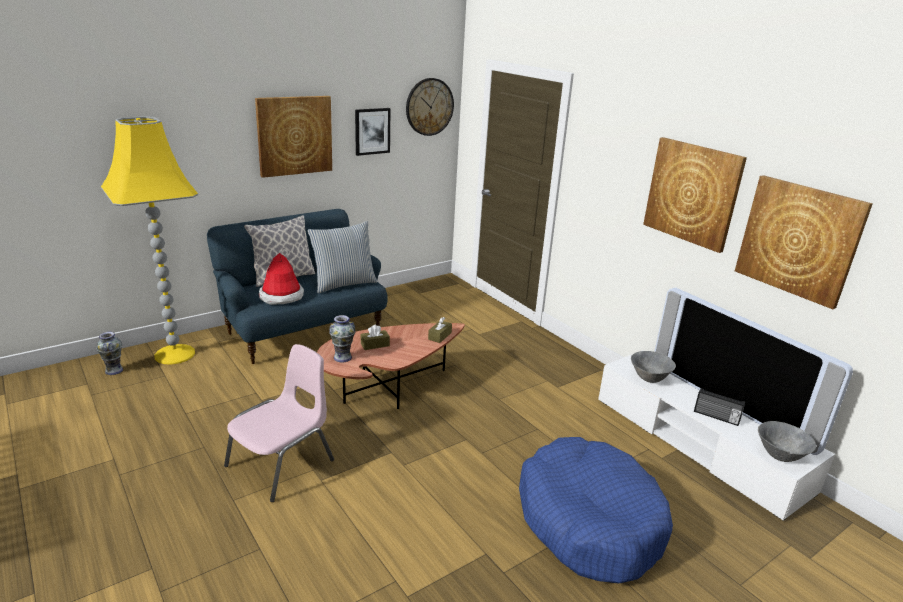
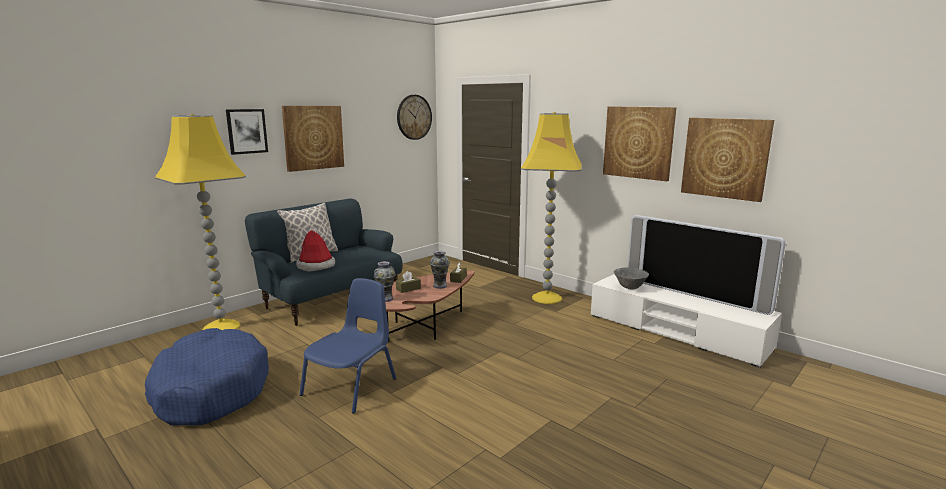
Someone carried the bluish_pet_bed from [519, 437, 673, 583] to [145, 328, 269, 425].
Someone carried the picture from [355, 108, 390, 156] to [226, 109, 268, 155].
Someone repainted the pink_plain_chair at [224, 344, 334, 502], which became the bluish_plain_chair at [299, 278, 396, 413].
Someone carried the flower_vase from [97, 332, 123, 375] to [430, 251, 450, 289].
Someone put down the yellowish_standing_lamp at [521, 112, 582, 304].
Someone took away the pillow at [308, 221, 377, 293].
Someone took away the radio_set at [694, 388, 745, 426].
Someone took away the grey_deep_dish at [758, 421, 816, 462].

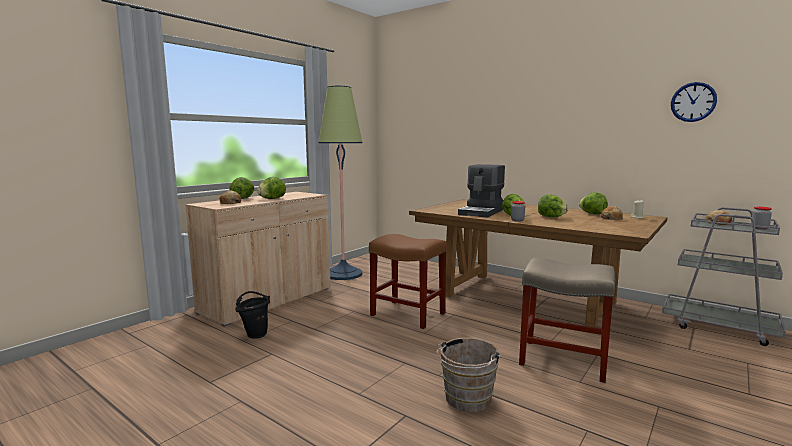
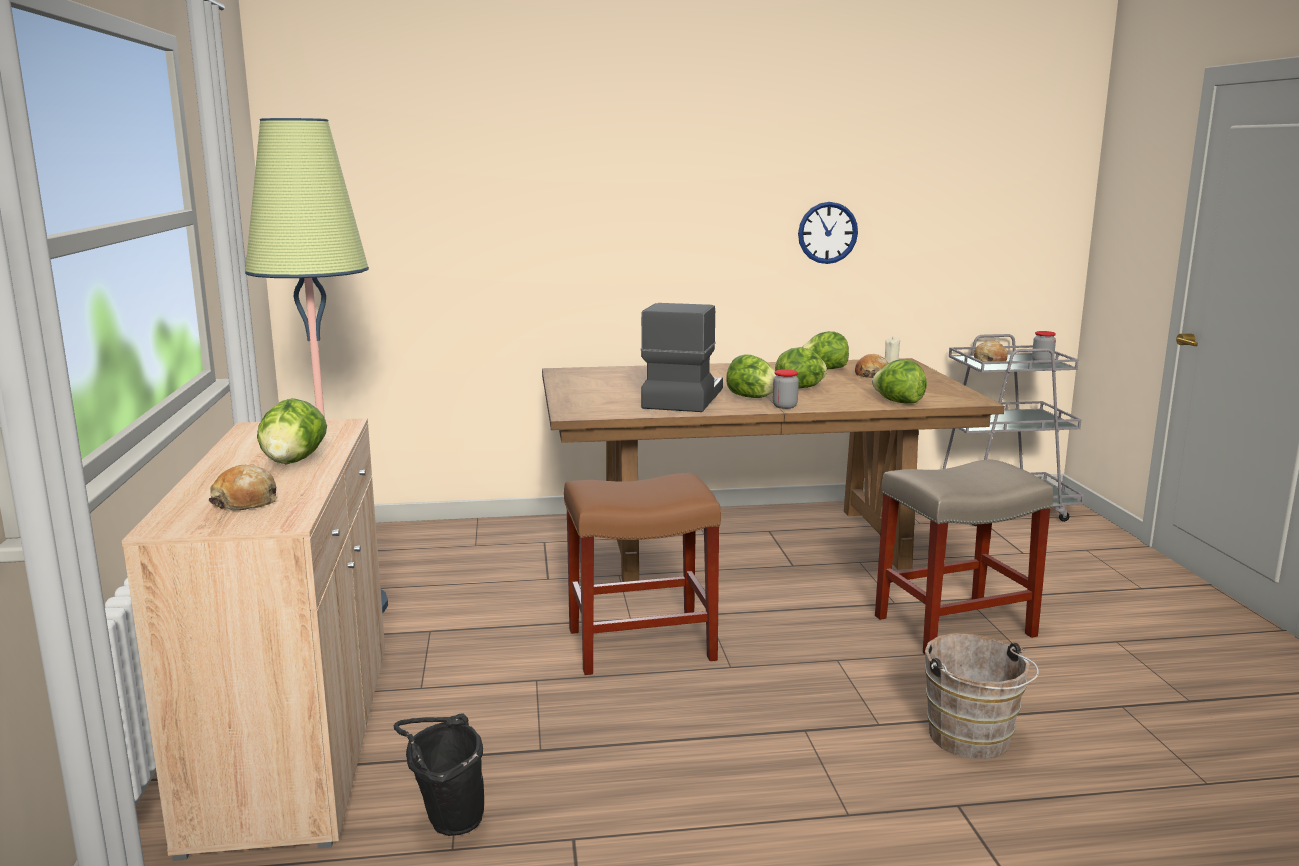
Someone rotated the coffee_maker at [458, 164, 505, 218] by 150 degrees counterclockwise.
Someone carried the hanging_clock from [671, 82, 717, 122] to [798, 202, 858, 264].
Someone carried the lettuce_head from [229, 177, 254, 199] to [872, 359, 927, 403].

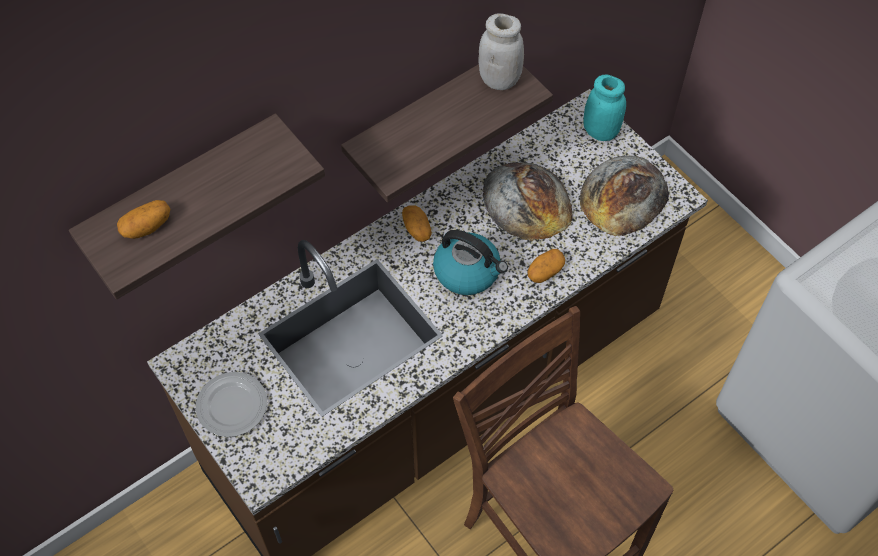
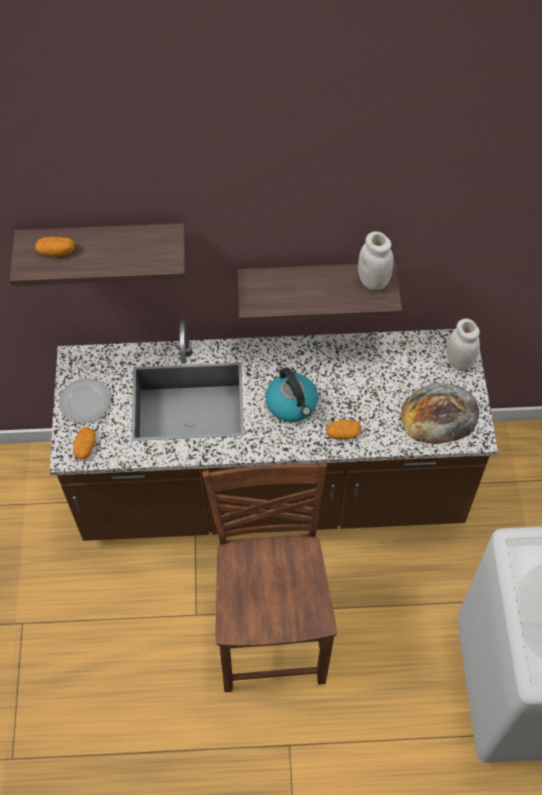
Someone carried the potato from [402, 205, 432, 242] to [73, 427, 96, 460].
Someone repainted the turquoise_storage_jar at [583, 75, 626, 141], which became the white_storage_jar at [446, 318, 480, 371].
Someone took away the bakery_bread at [483, 162, 573, 241].

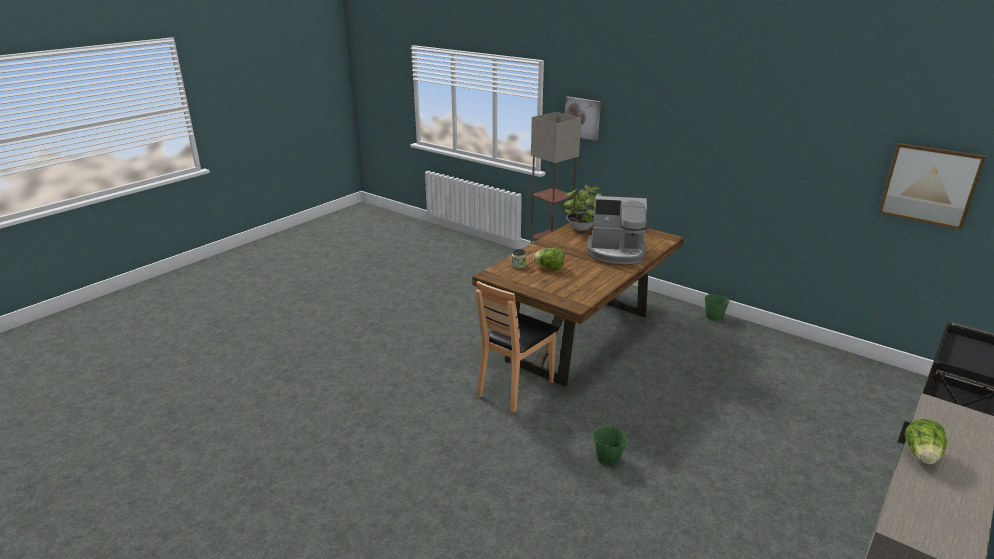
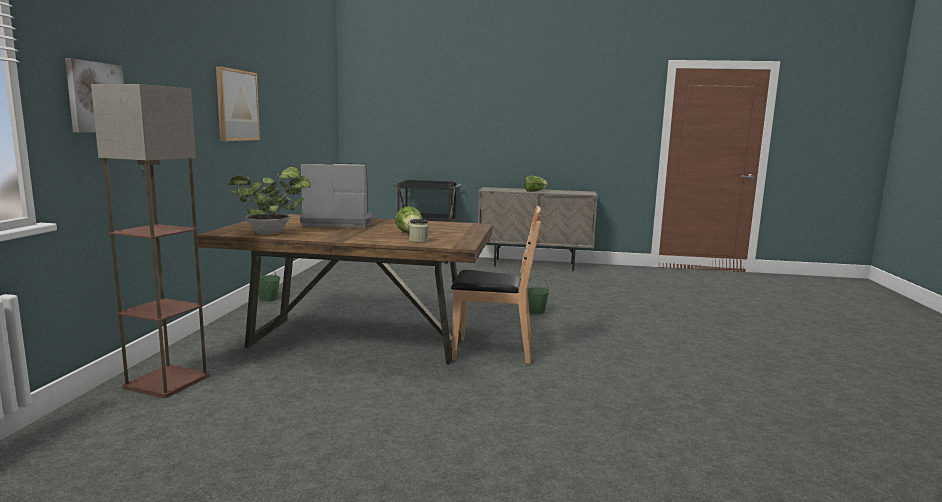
Someone carried the picture from [879, 143, 986, 230] to [216, 66, 260, 141].
Someone rotated the coffee_maker at [587, 196, 647, 264] by 75 degrees counterclockwise.

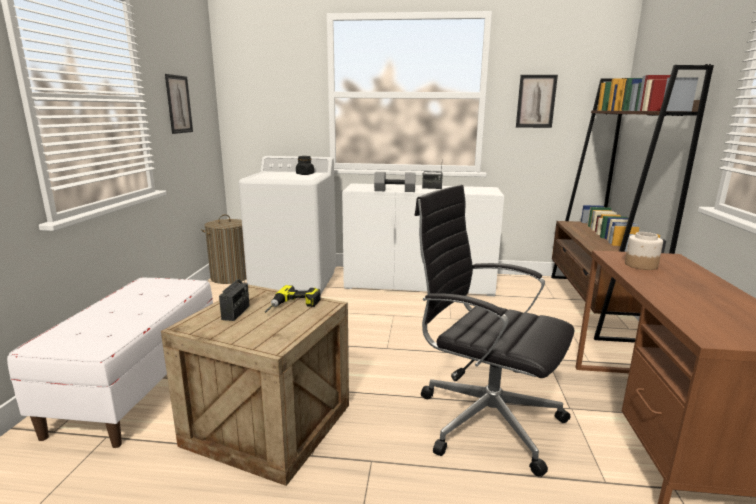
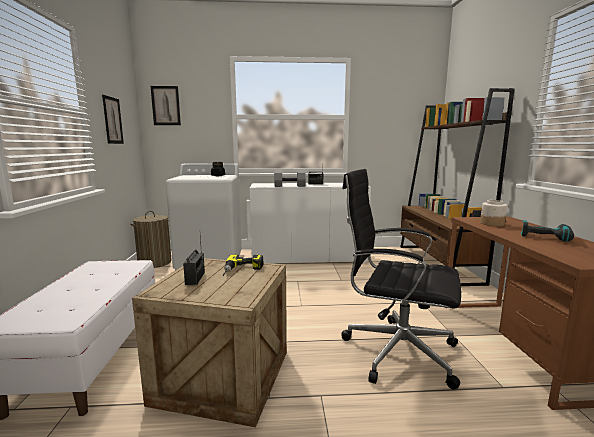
Someone carried the picture from [516, 75, 558, 128] to [151, 86, 181, 125].
Someone put down the drill at [521, 220, 574, 242].

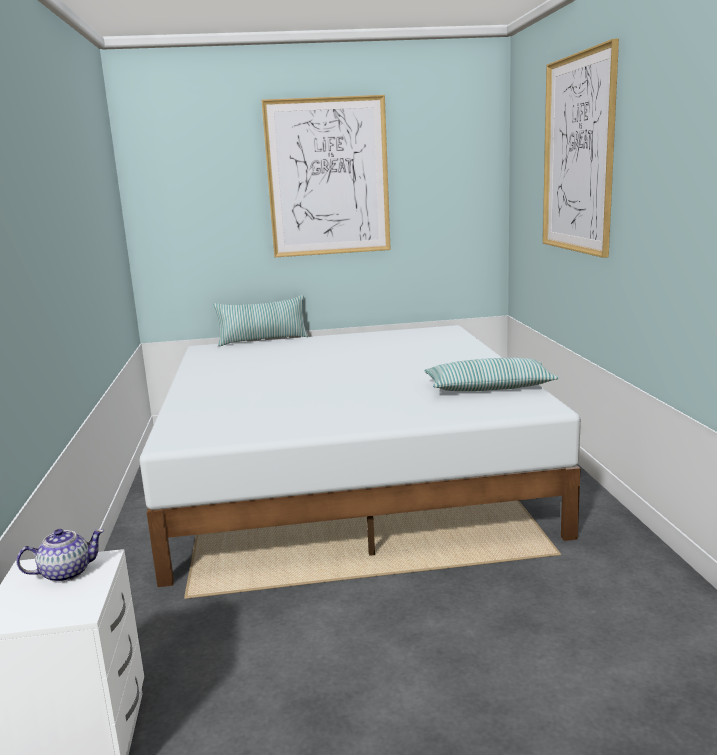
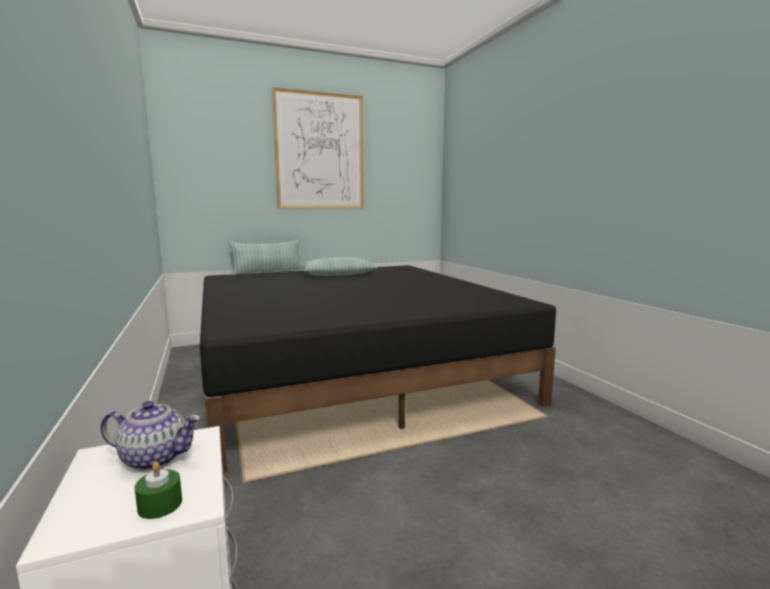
Someone rotated the tea_pot at [16, 529, 104, 582] by 45 degrees clockwise.
Someone put down the green_wax_light at [134, 461, 182, 519].
Someone repainted the white_bed at [139, 325, 581, 587], which became the black-coloured_bed at [200, 265, 556, 472].
Someone carried the pillow from [424, 358, 559, 392] to [300, 257, 378, 276].
Someone took away the picture at [543, 39, 619, 258].

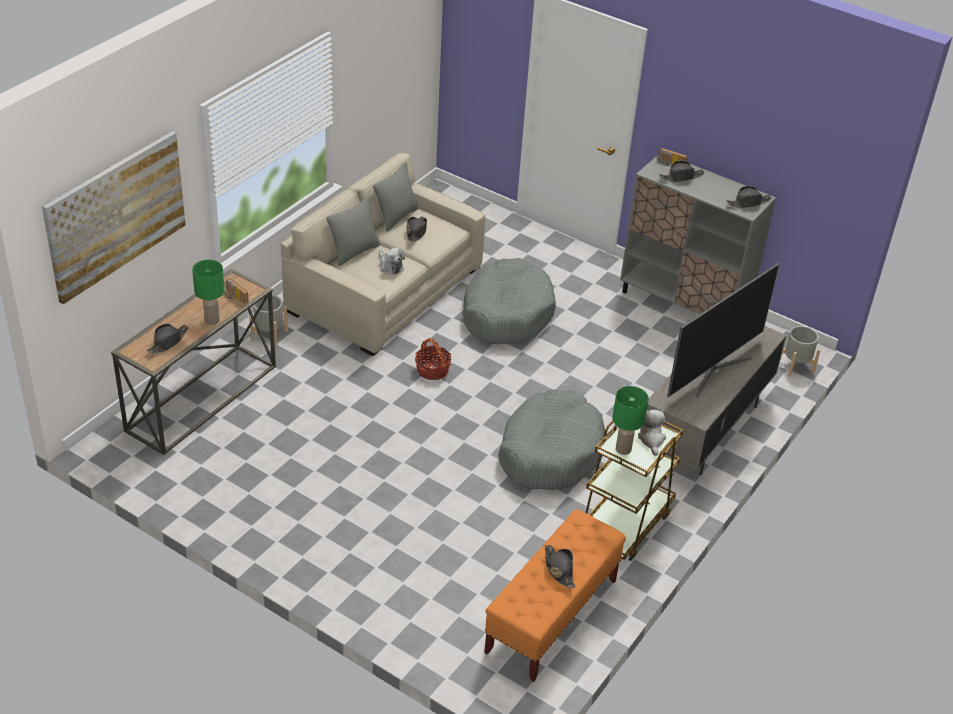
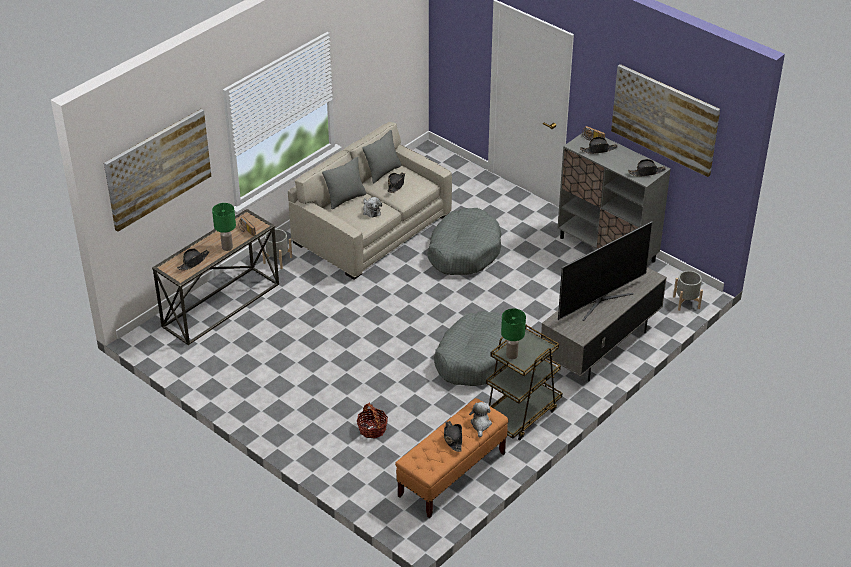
Someone carried the basket from [415, 338, 451, 380] to [357, 403, 388, 439].
Someone carried the plush_toy from [638, 409, 666, 456] to [469, 402, 492, 438].
Someone put up the picture at [611, 64, 720, 177].

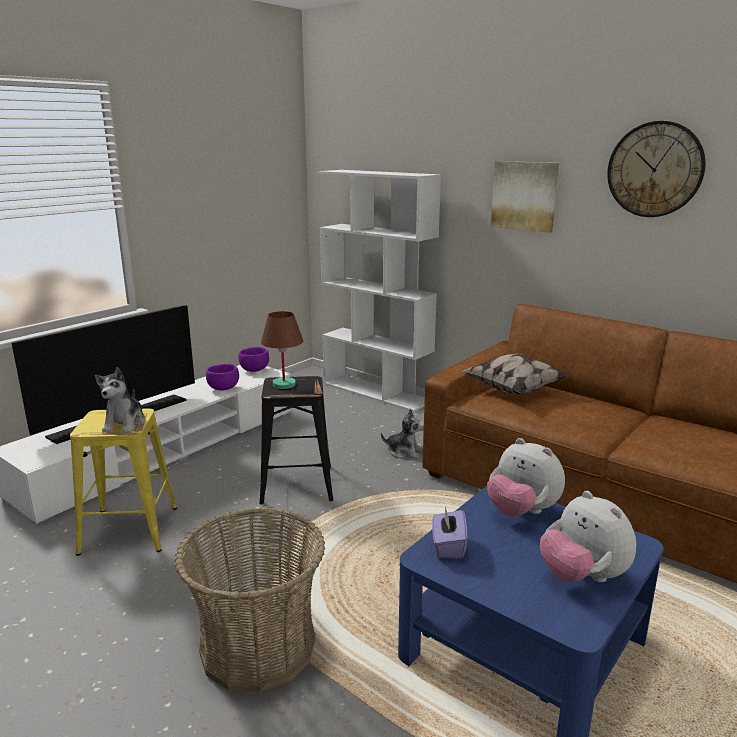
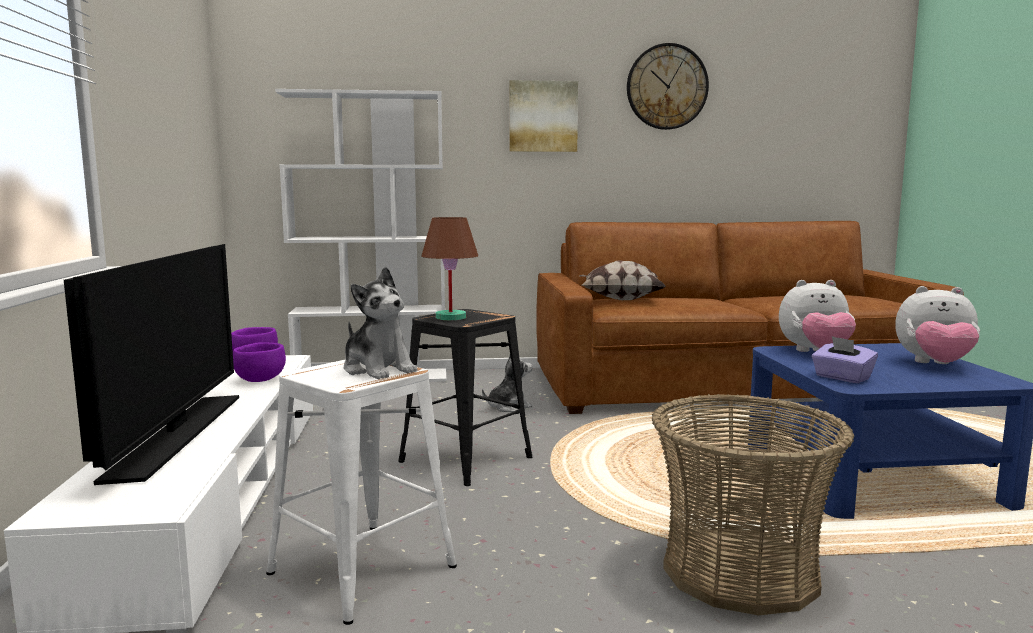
Someone repainted the yellowish_sitting_stool at [70, 409, 177, 556], which became the white_sitting_stool at [266, 360, 457, 625].

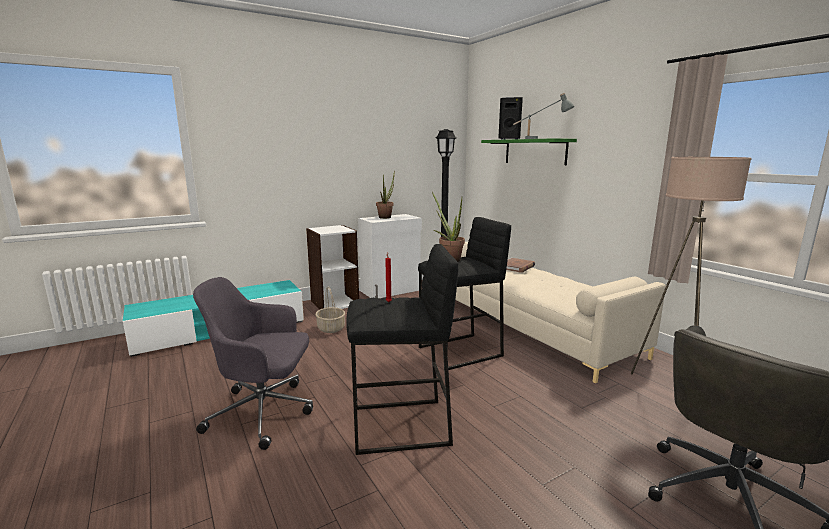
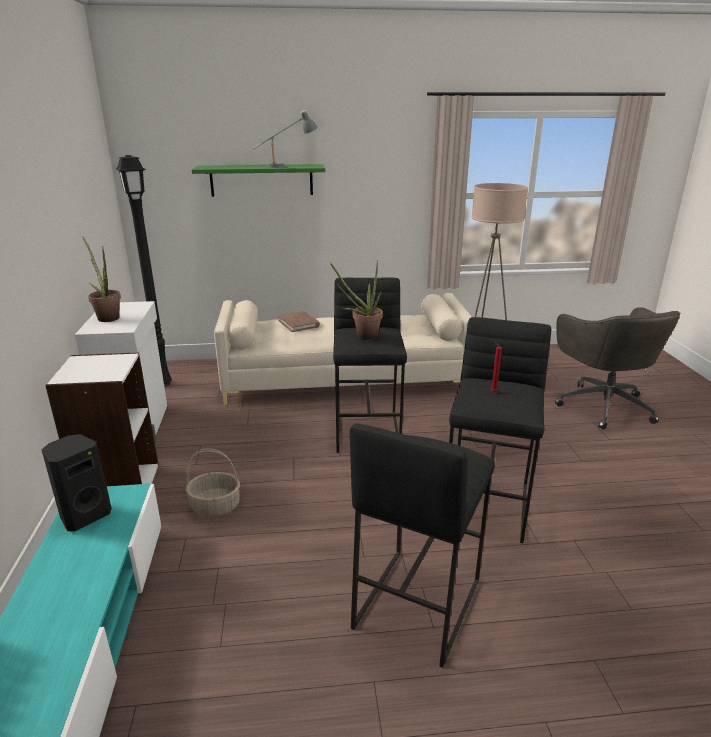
Someone carried the black-coloured_speaker from [498, 97, 523, 140] to [42, 434, 112, 531].
Someone swapped the grey_desk_chair at [193, 277, 313, 450] for the black-coloured_sitting_stool at [350, 423, 495, 668].

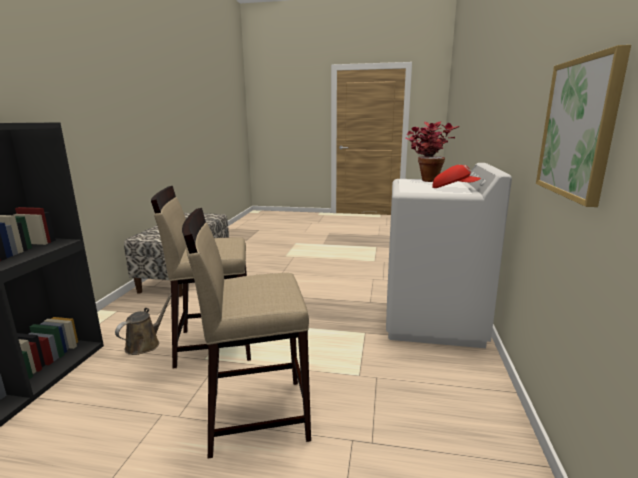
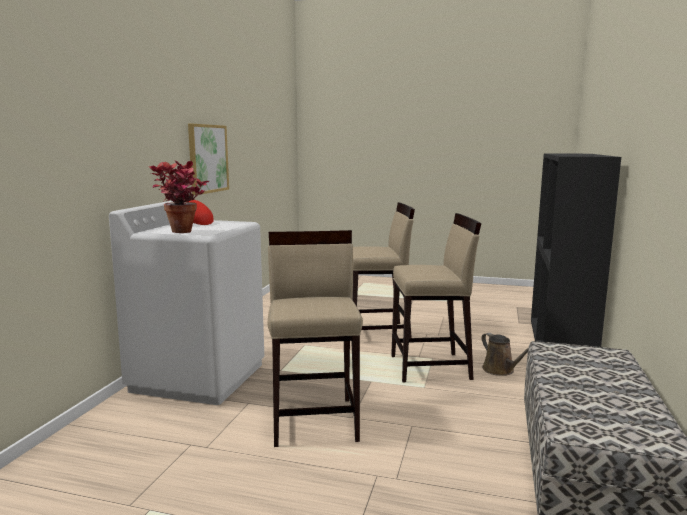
Someone put down the sand-coloured_sitting_stool at [268, 230, 363, 447].
Someone rotated the brown-coloured_watering_can at [115, 294, 171, 355] by 60 degrees counterclockwise.

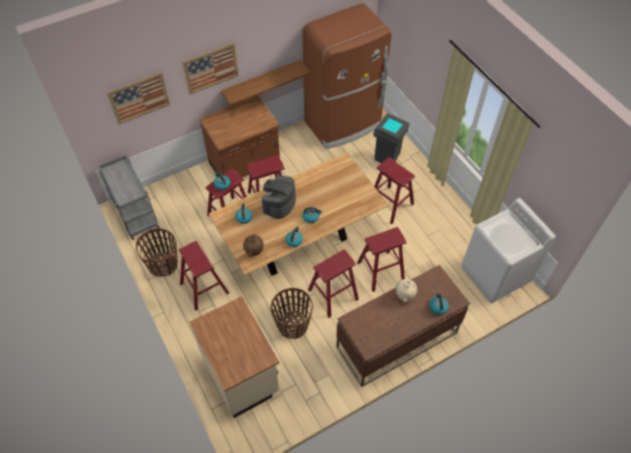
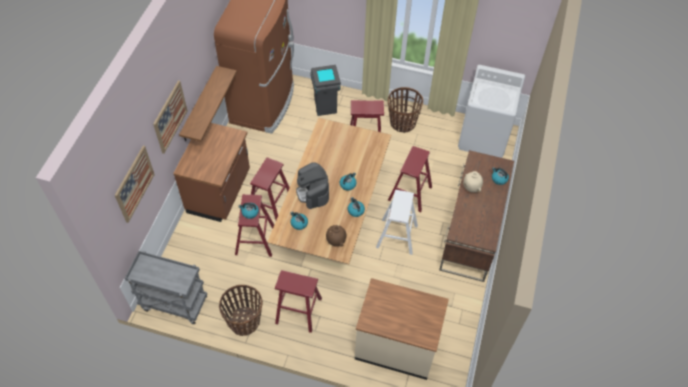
Someone repainted the reddish_sitting_stool at [308, 249, 359, 318], which became the white_sitting_stool at [376, 190, 418, 255].
Someone carried the basket from [271, 288, 313, 339] to [388, 87, 423, 133].

